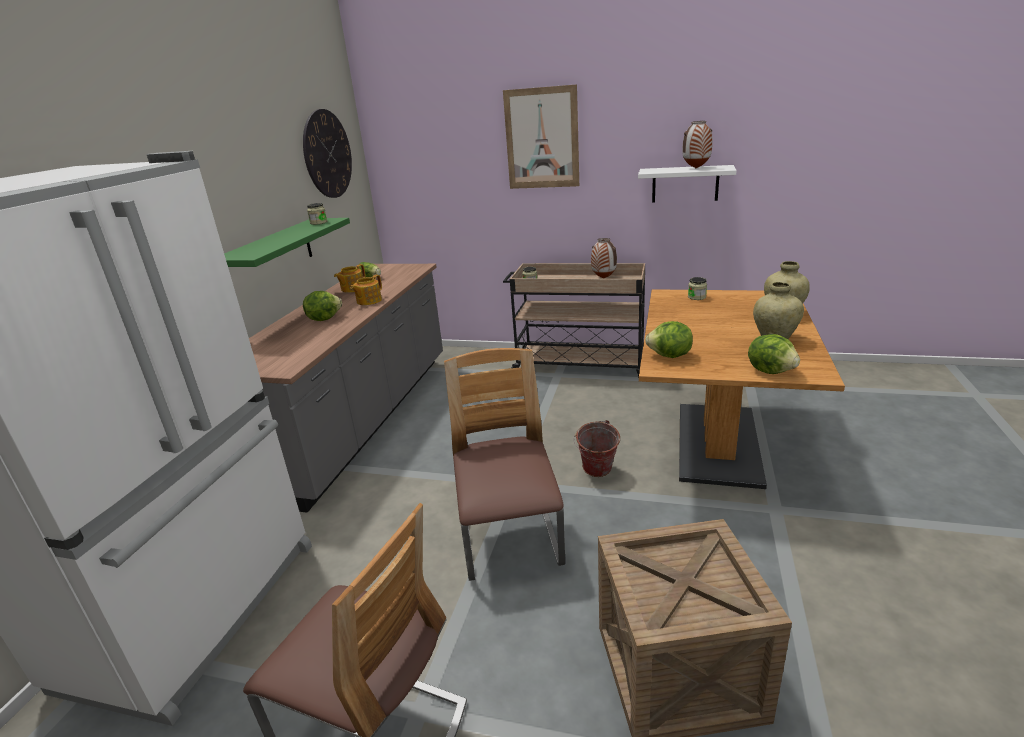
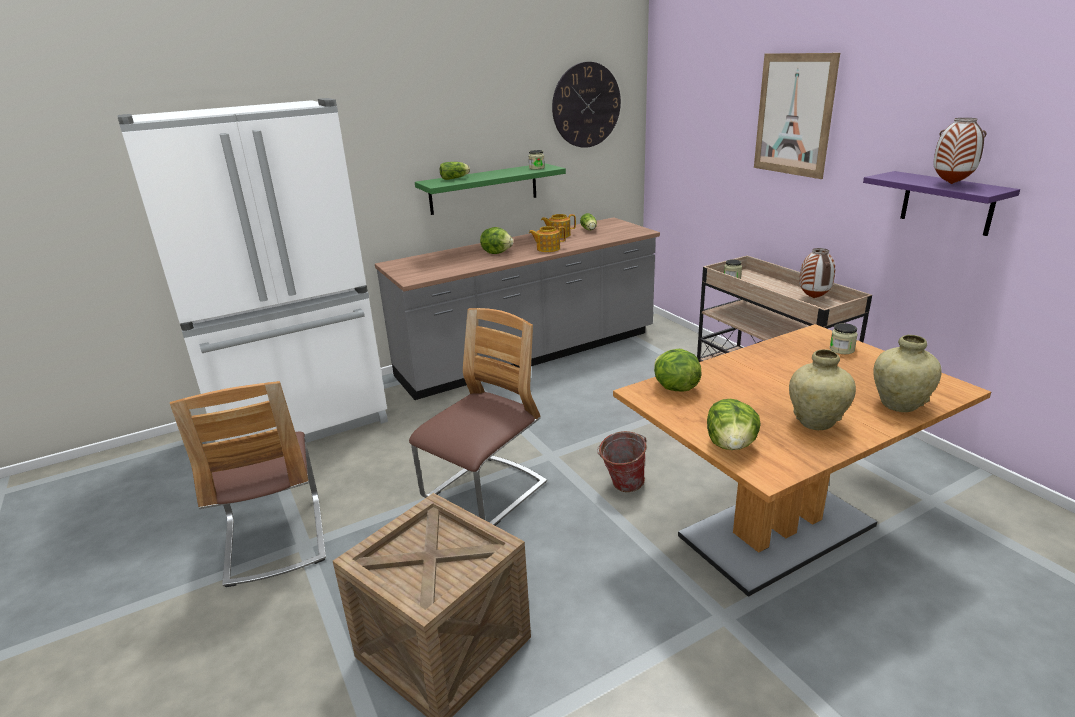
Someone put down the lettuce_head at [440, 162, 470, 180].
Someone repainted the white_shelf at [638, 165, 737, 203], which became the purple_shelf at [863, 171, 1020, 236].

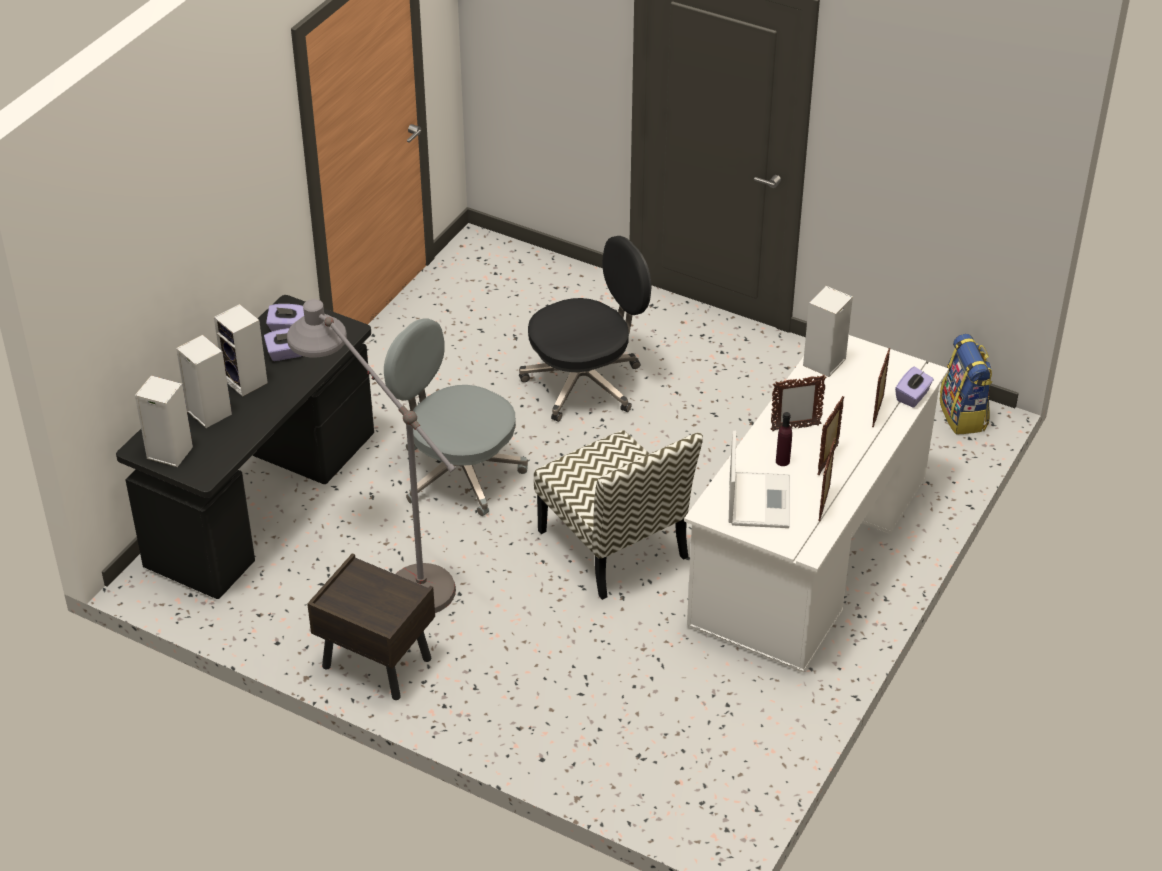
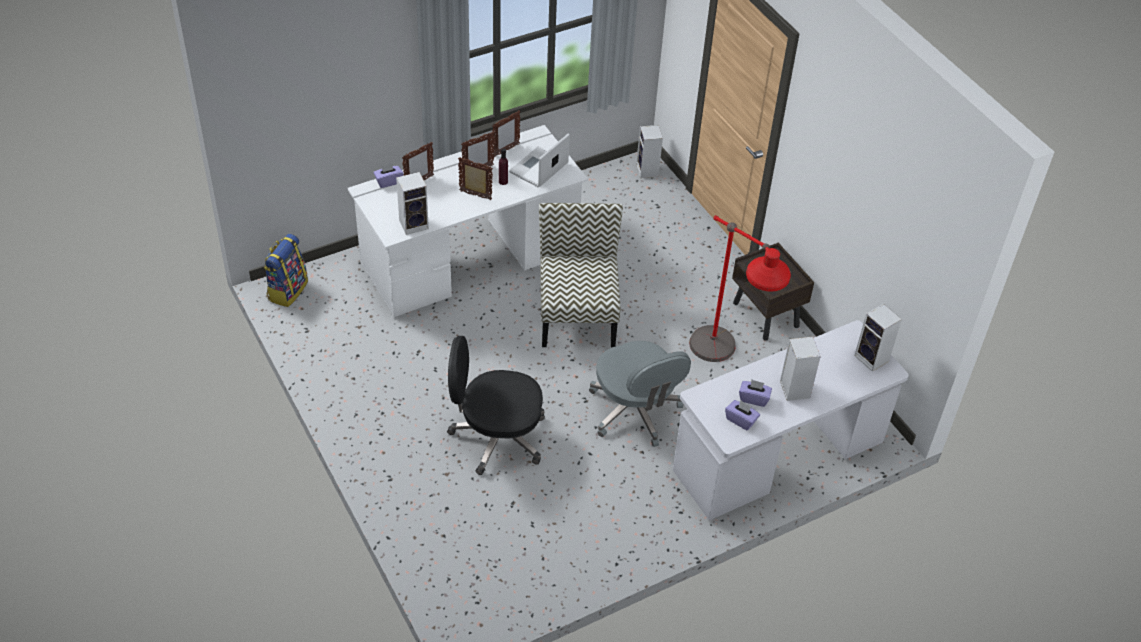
Someone carried the speaker from [176, 335, 232, 428] to [636, 125, 663, 178].
Someone repainted the black-coloured_desk_unit at [116, 295, 374, 599], which became the white_desk_unit at [673, 320, 909, 520].
Someone repainted the grey_standing_lamp at [287, 299, 456, 613], which became the reddish_standing_lamp at [689, 215, 791, 362].

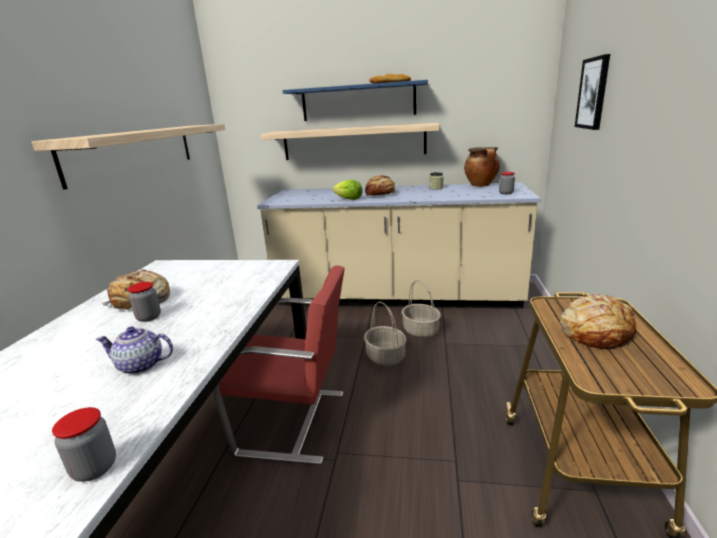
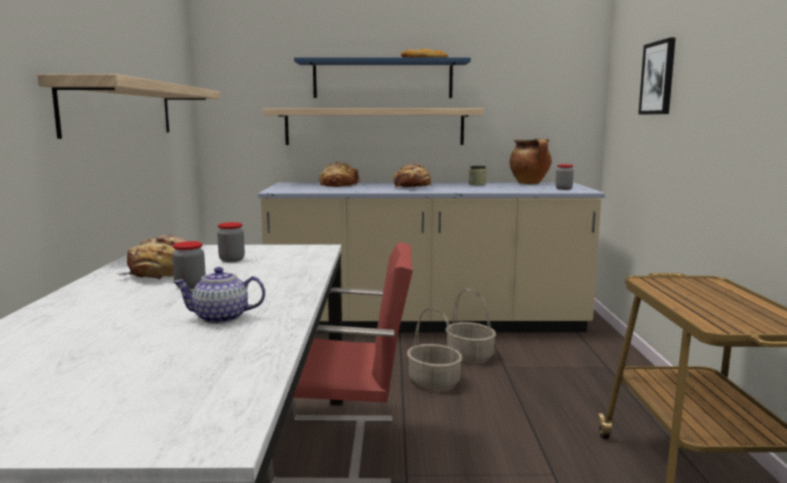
Someone carried the storage_jar from [52, 407, 116, 482] to [217, 222, 245, 262].
Someone carried the bakery_bread from [560, 294, 636, 349] to [319, 162, 362, 187].
Someone took away the lettuce_head at [332, 180, 363, 200].

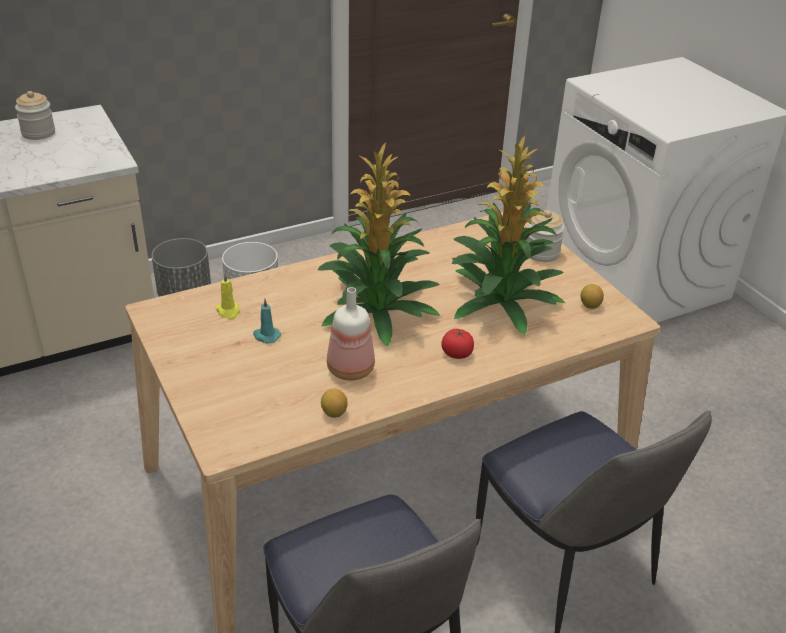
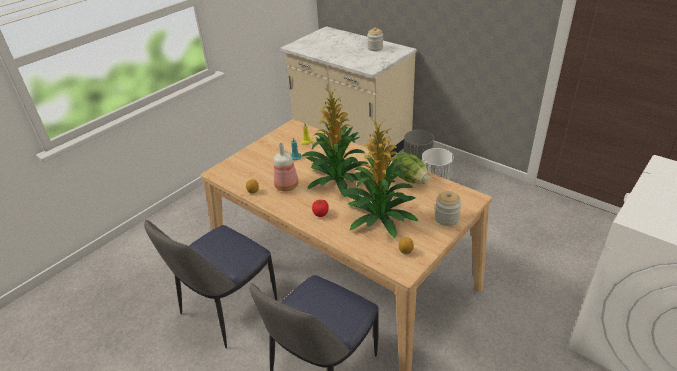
Someone put down the lettuce_head at [392, 152, 430, 184].

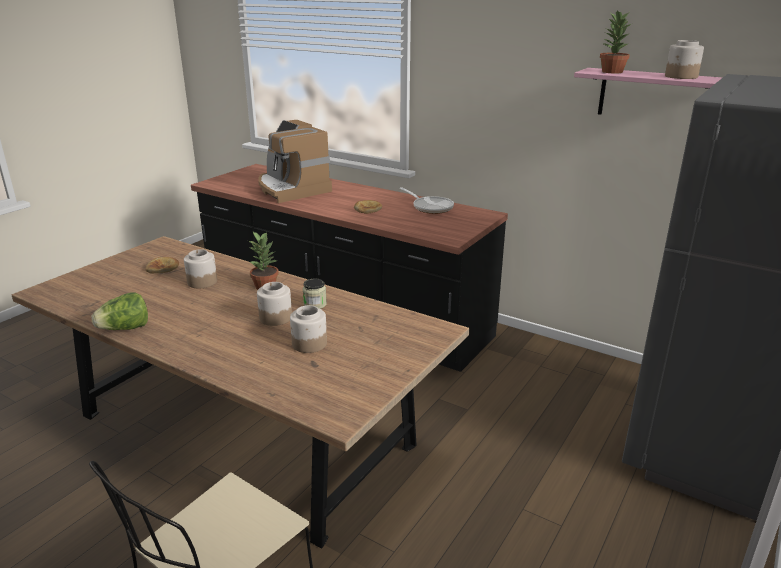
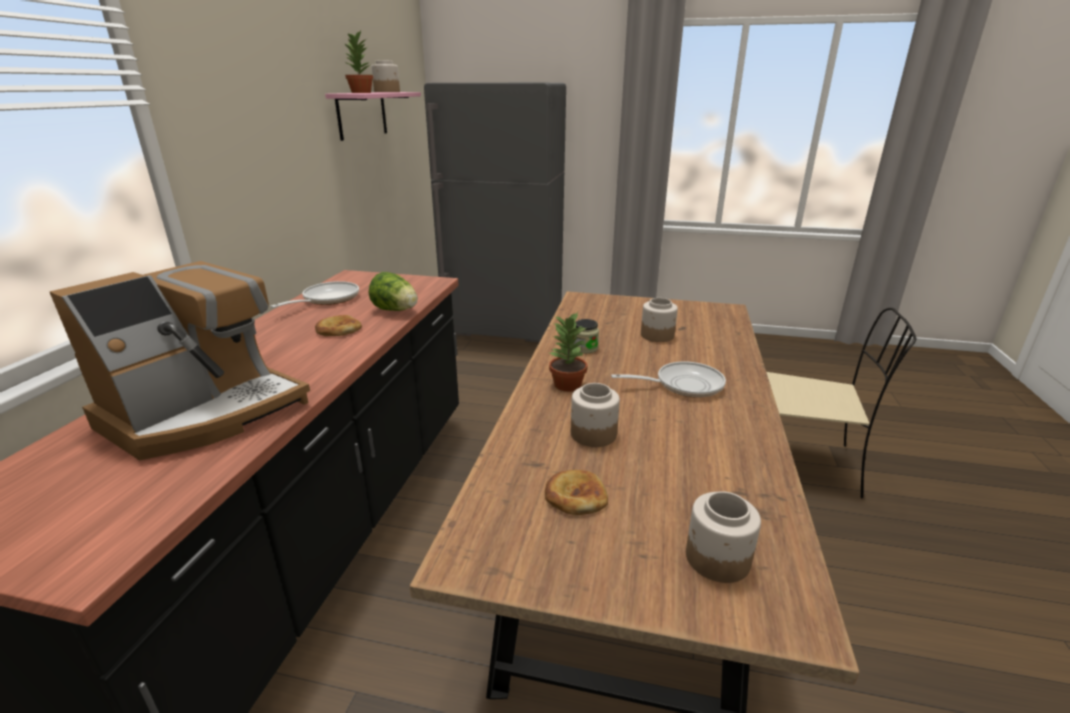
Someone carried the lettuce_head from [92, 292, 148, 330] to [368, 272, 418, 311].
Someone put down the frying_pan at [611, 361, 726, 398].
Someone carried the storage_jar from [257, 282, 292, 326] to [686, 491, 761, 583].

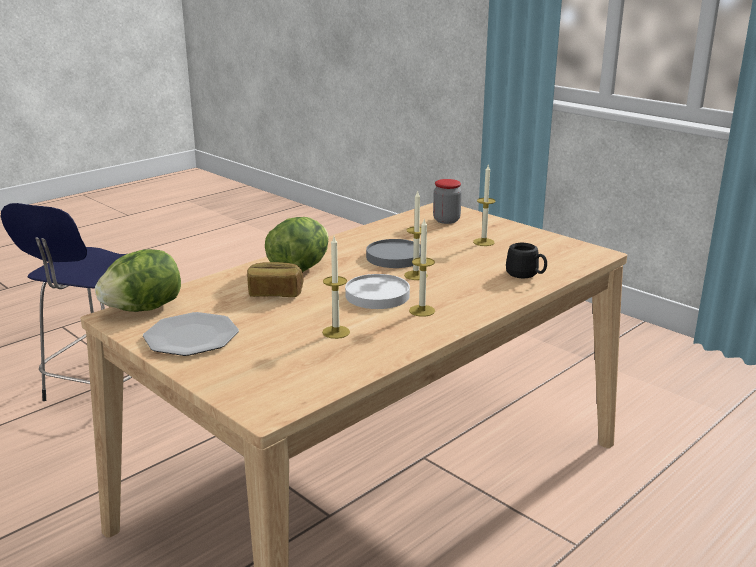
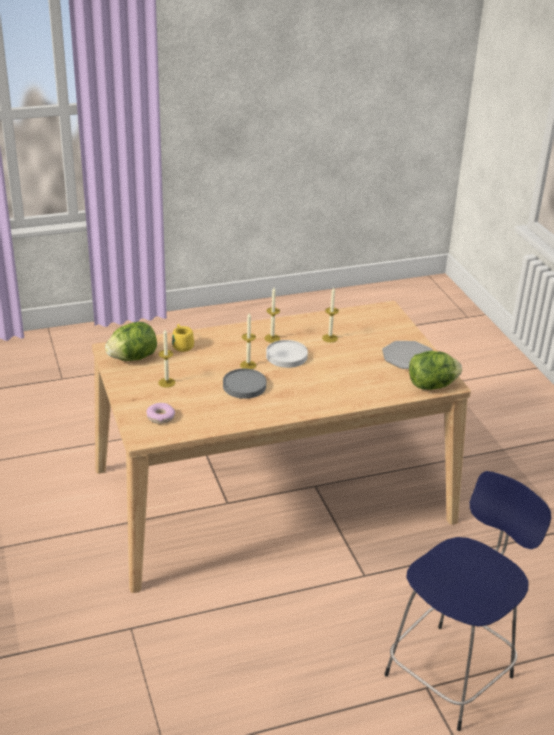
Someone carried the lettuce_head from [265, 217, 329, 272] to [105, 322, 157, 361].
Someone swapped the storage_jar at [433, 179, 462, 224] for the doughnut at [147, 403, 175, 424].
Someone repainted the black-coloured_tea_mug at [506, 243, 547, 278], which became the yellowish_tea_mug at [172, 324, 194, 352].
Someone took away the bakery_bread at [247, 262, 304, 297].

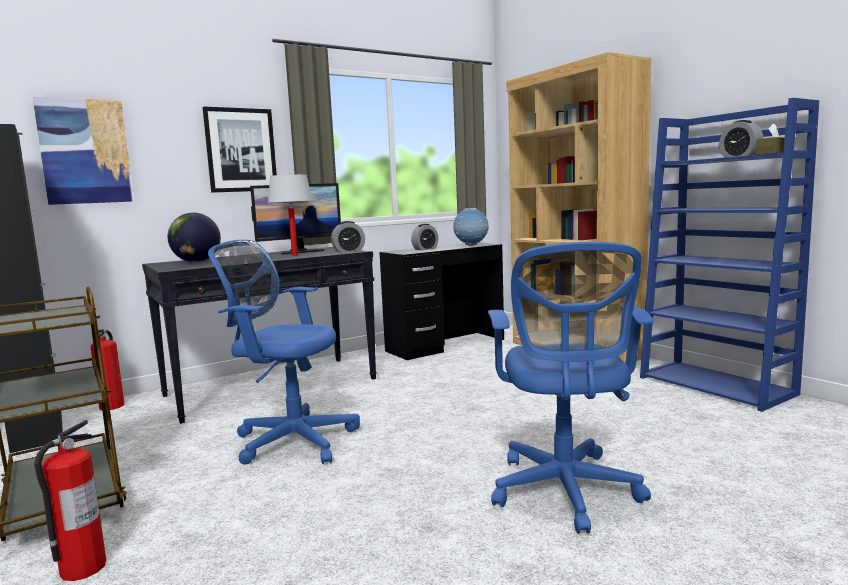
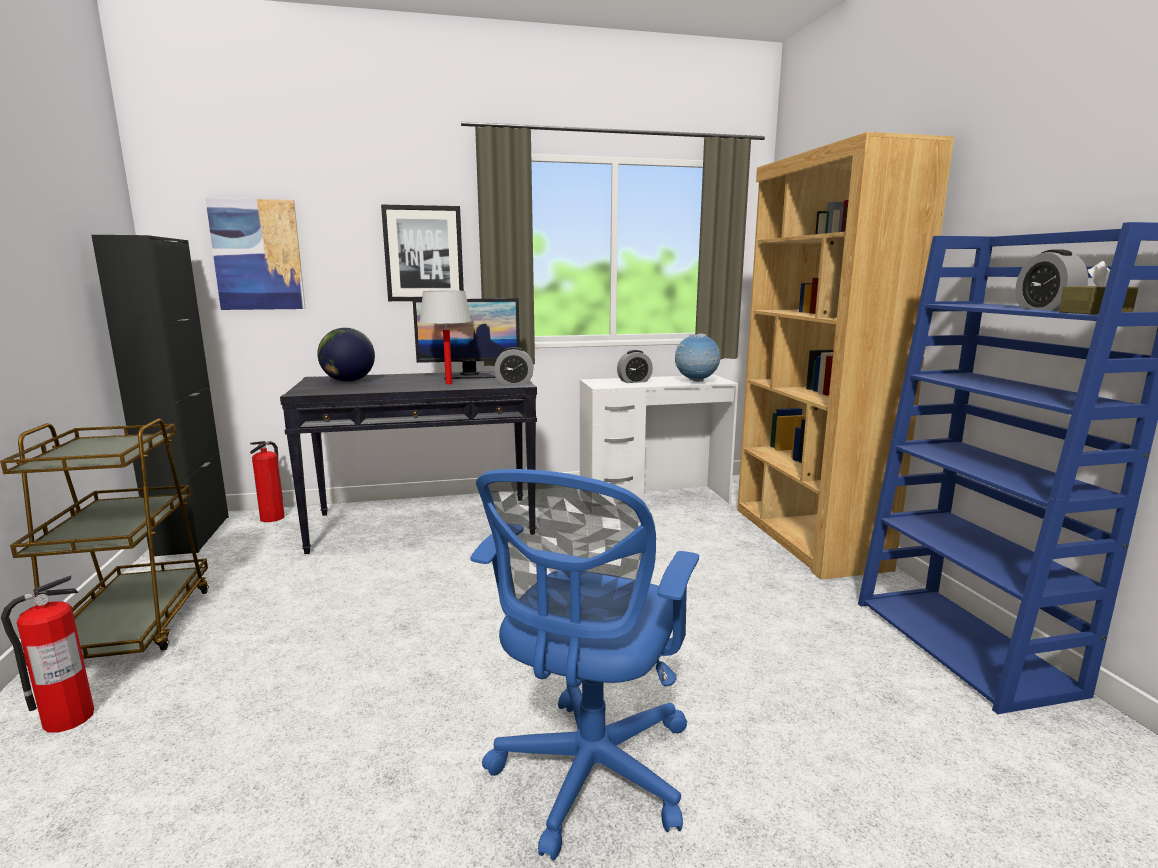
Someone repainted the black-coloured_desk_unit at [379, 243, 504, 360], which became the white_desk_unit at [580, 375, 738, 506].
Someone took away the bluish_desk_chair at [208, 240, 360, 465].

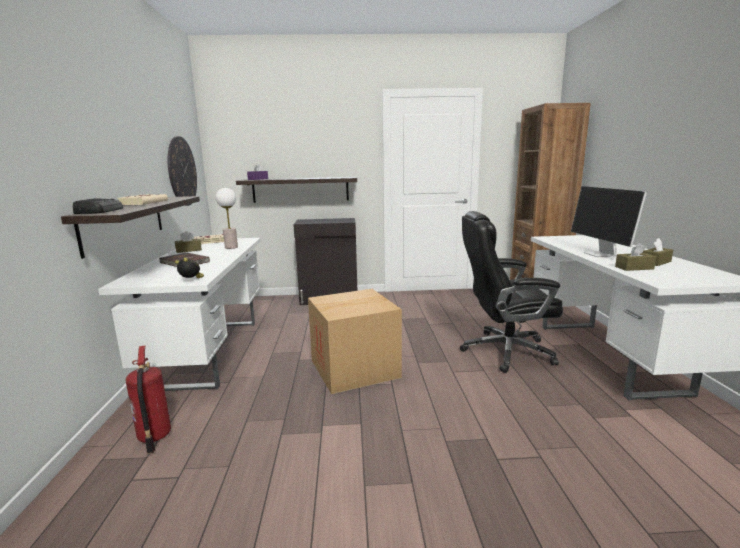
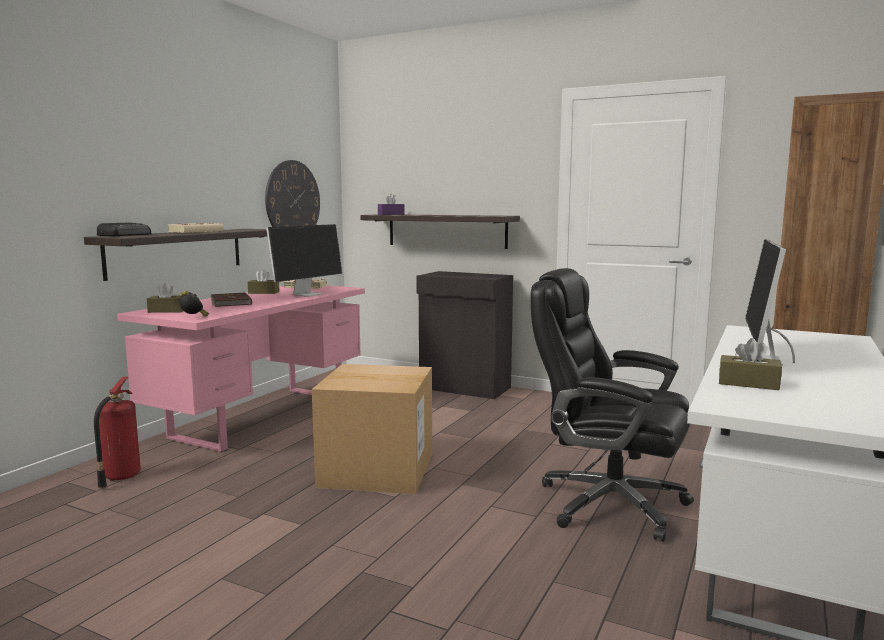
Someone repainted the white_desk_unit at [98, 238, 261, 391], which became the pink_desk_unit at [117, 285, 365, 452].
Someone carried the brown-coloured_box_of_tissues from [643, 238, 673, 266] to [147, 283, 183, 313].
Someone swapped the tabletop_lamp at [216, 188, 238, 249] for the computer_screen at [266, 224, 342, 297].

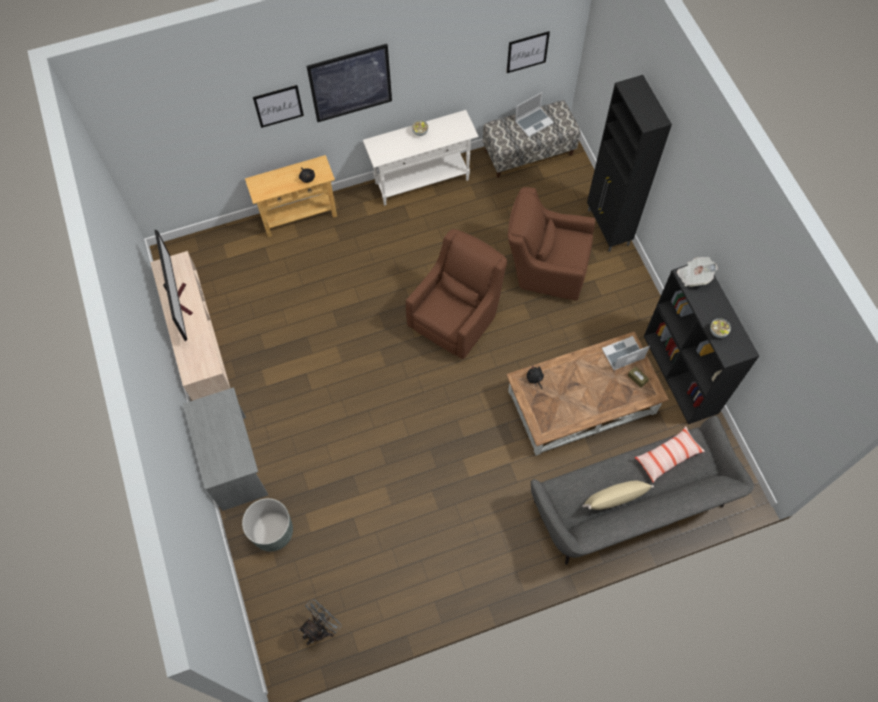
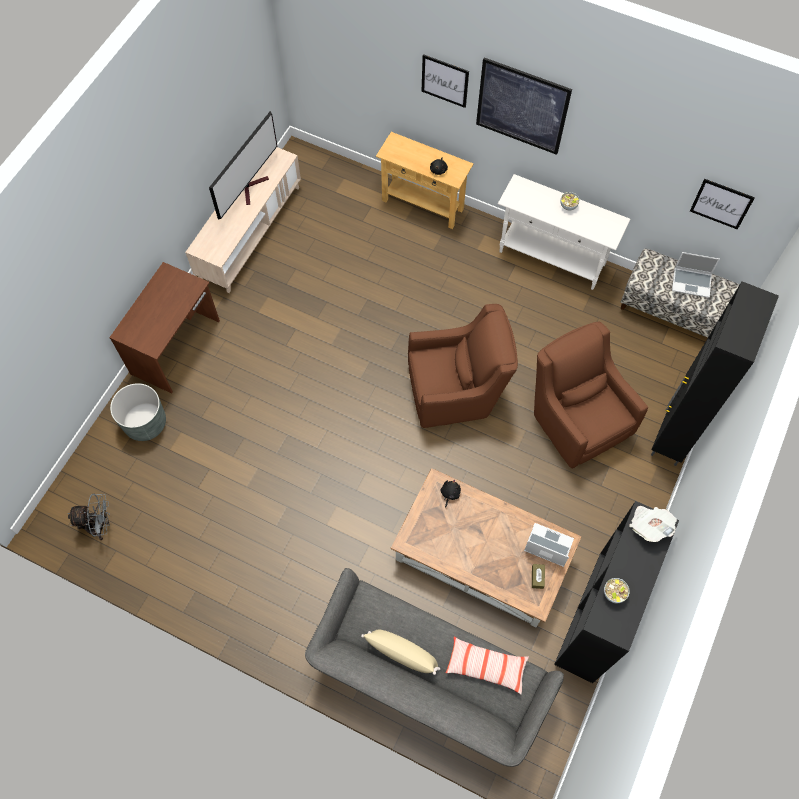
Someone repainted the grey_desk_unit at [183, 387, 268, 511], which became the brown-coloured_desk_unit at [109, 262, 220, 393].

